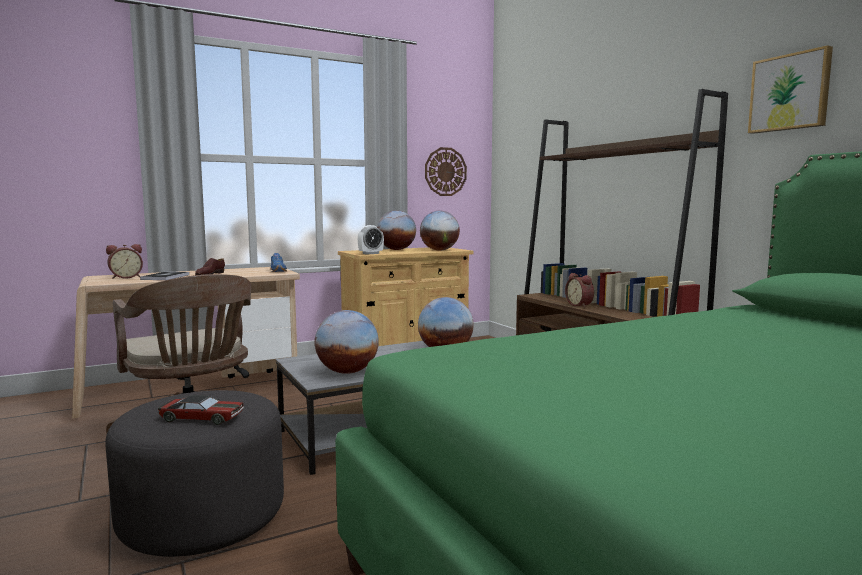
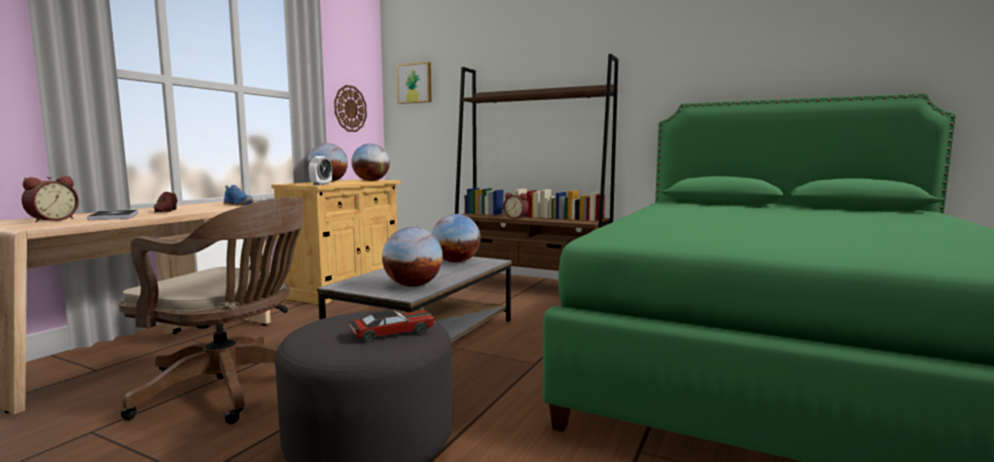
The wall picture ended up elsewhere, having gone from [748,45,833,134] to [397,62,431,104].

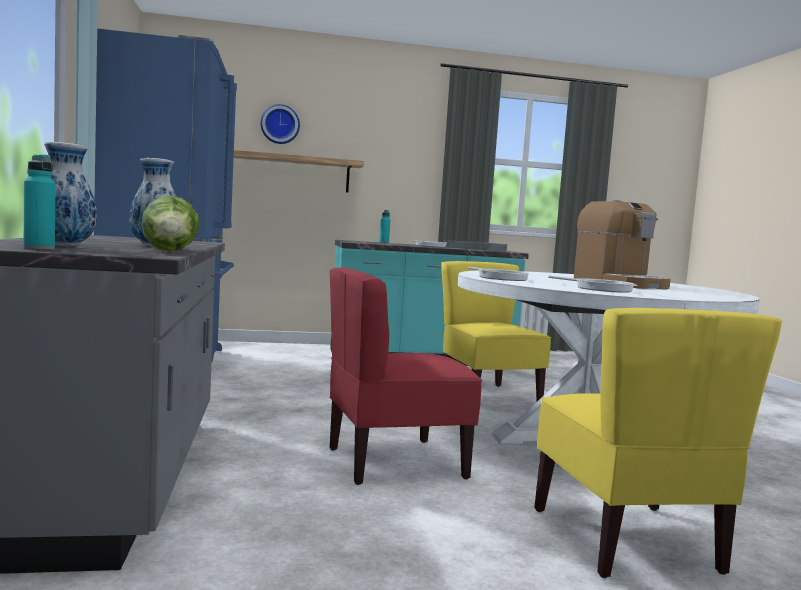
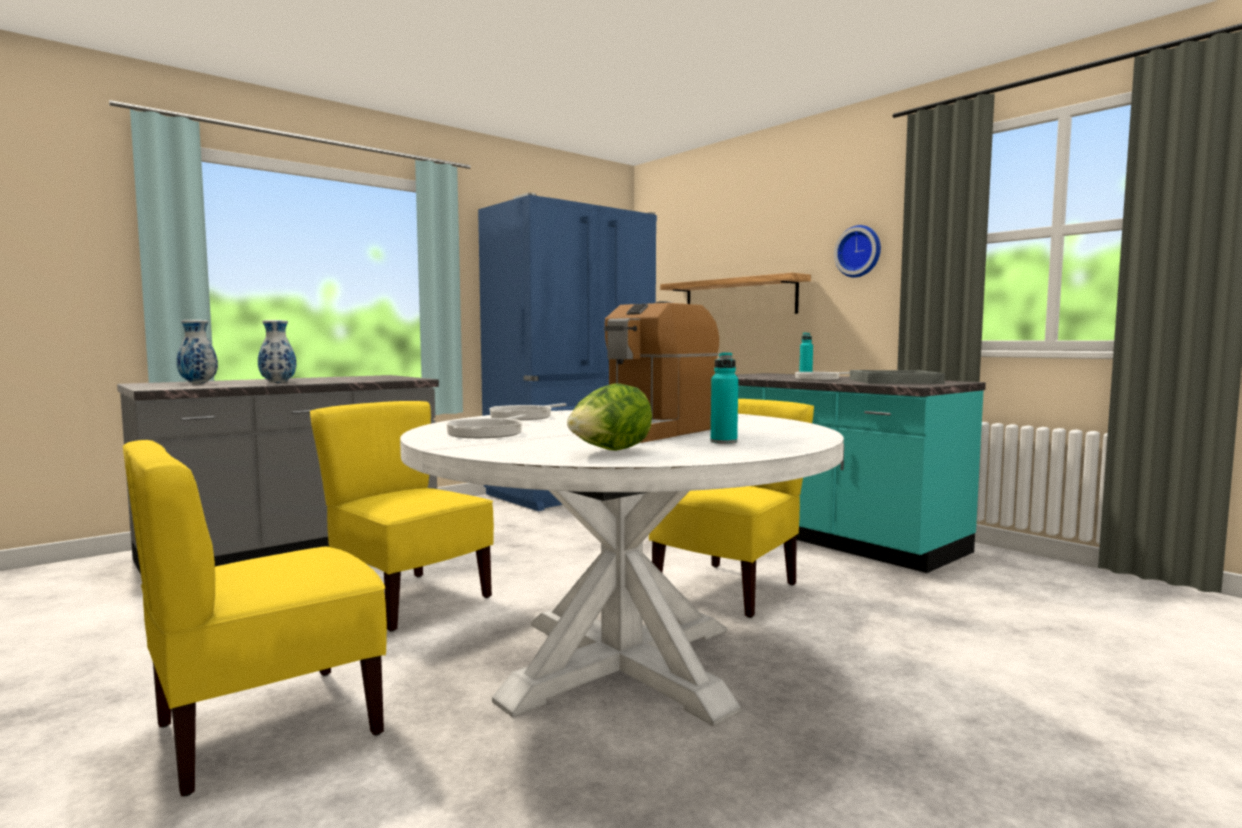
The blue-green drink bottle ended up elsewhere, having gone from [24,155,55,250] to [711,352,738,444].
The head of lettuce ended up elsewhere, having gone from [141,196,199,251] to [567,383,652,451].
The clock on the wall ended up elsewhere, having gone from [260,104,300,144] to [834,225,881,278].
What was the red upright chair at [330,267,482,485] turned into the yellowish upright chair at [310,401,494,632].

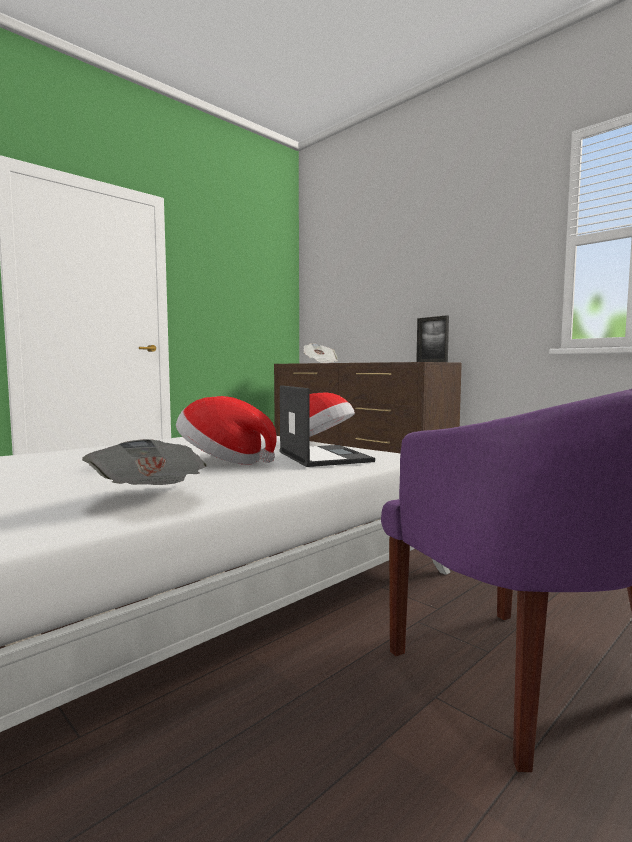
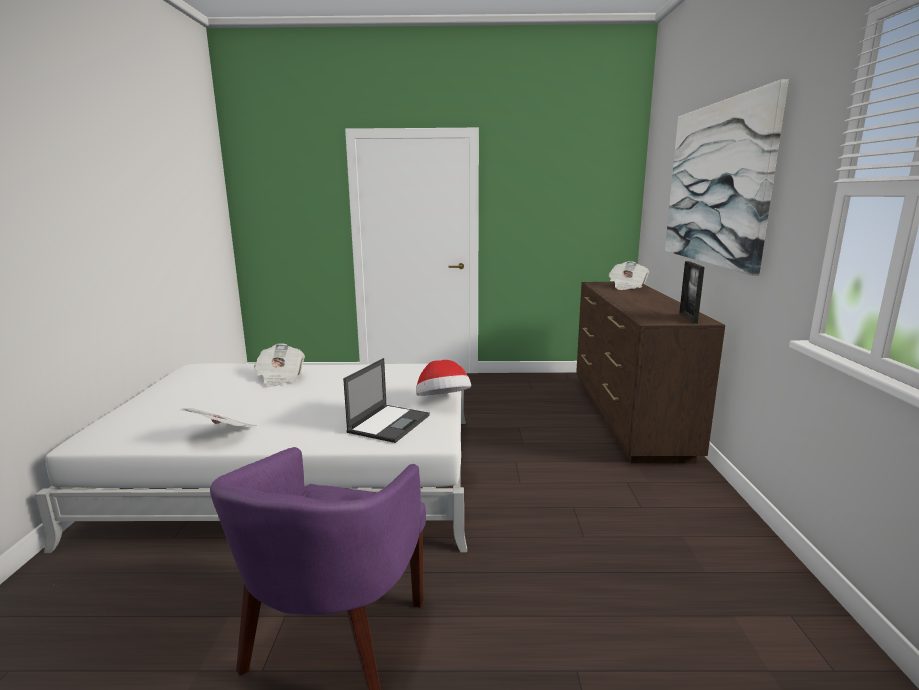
The second view lost the clothing hat at [176,396,277,465].
The second view gained the printed paper at [254,344,305,387].
The second view gained the wall picture at [665,79,789,276].

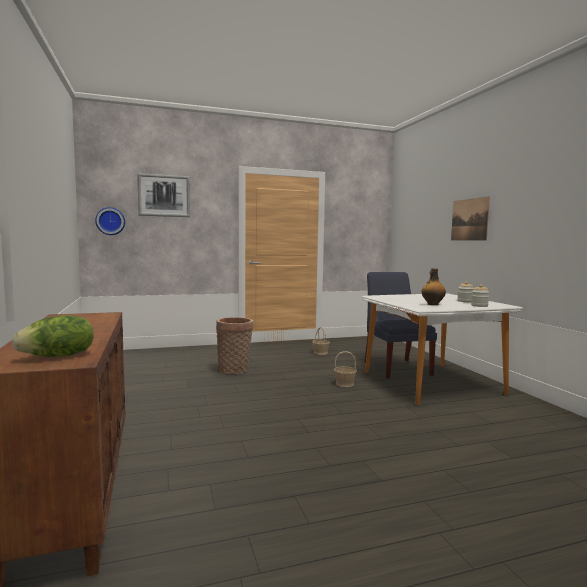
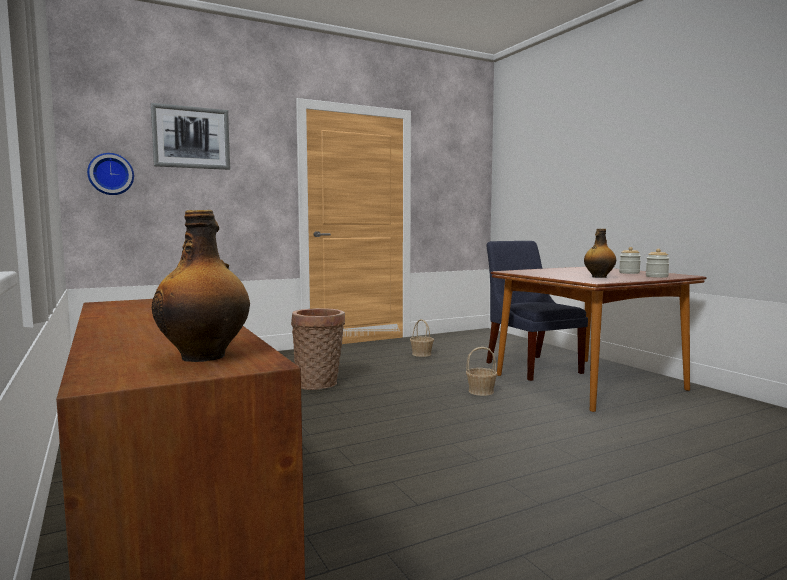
Where the head of lettuce stood at [12,315,94,357], the drink bottle came to stand at [152,210,250,362].
What was the whitish dinner table at [362,294,523,405] turned into the brownish dinner table at [491,267,707,412].
The second view lost the wall picture at [451,196,490,240].

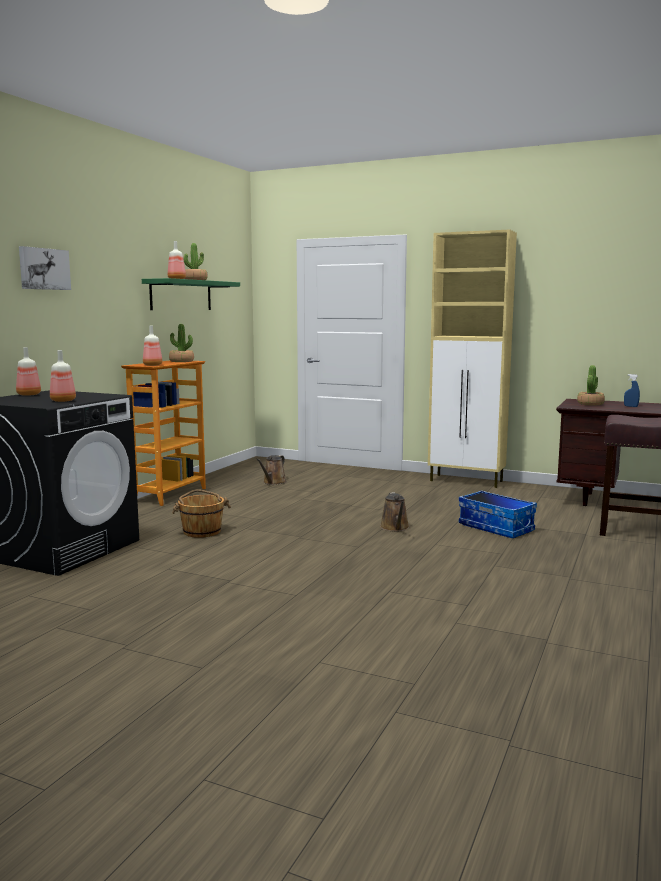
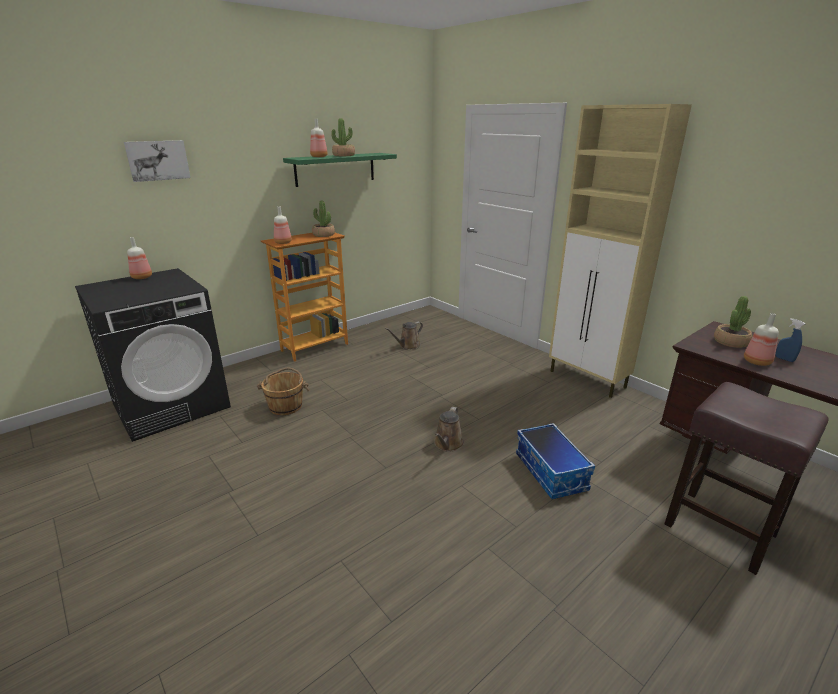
The drink bottle ended up elsewhere, having gone from [50,350,76,402] to [744,313,779,366].

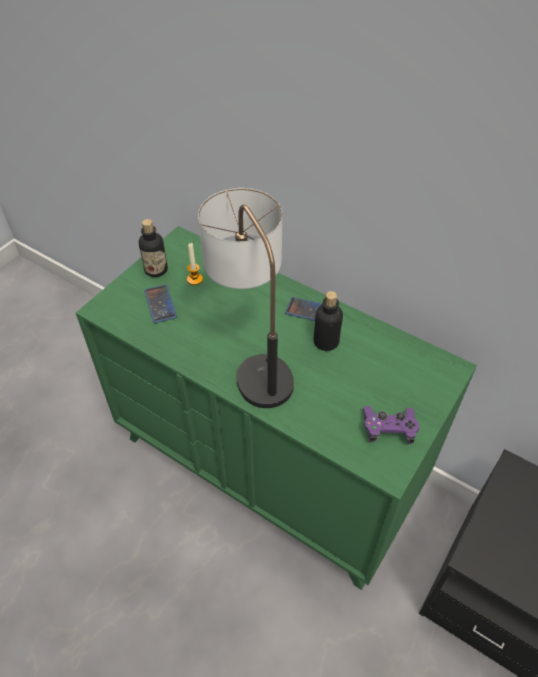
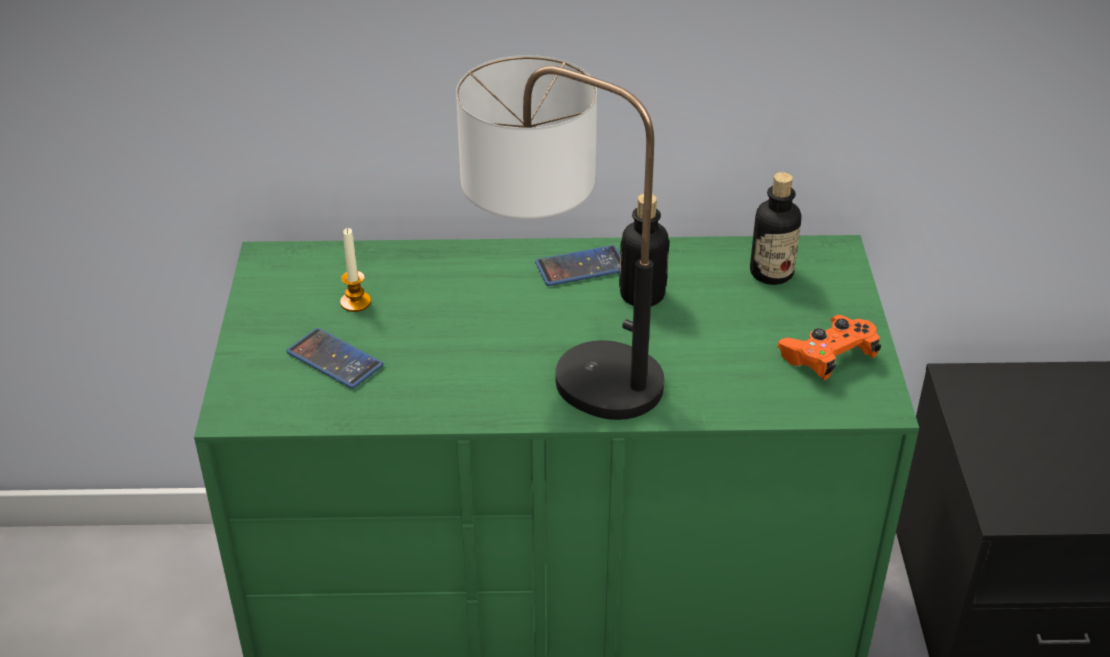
The drink bottle ended up elsewhere, having gone from [139,219,168,277] to [750,172,801,285].
What was the purplish joypad at [363,406,420,444] turned into the orange-coloured joypad at [777,315,881,380].

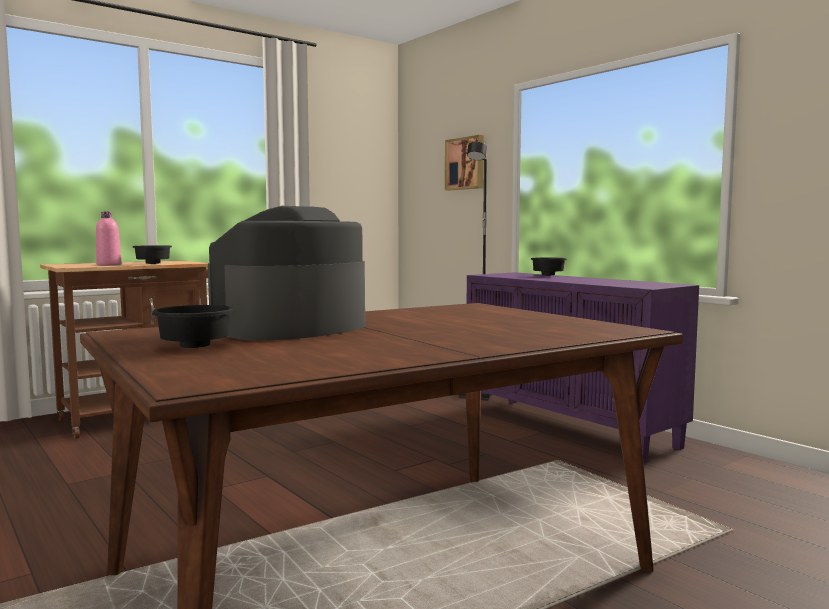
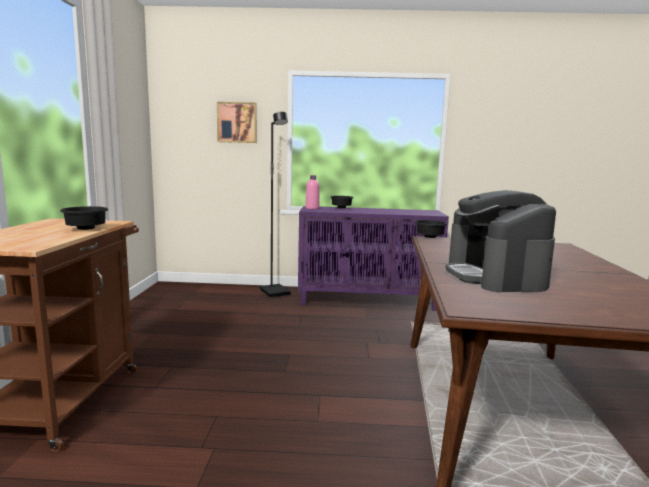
The pink-coloured drink bottle ended up elsewhere, having gone from [96,211,121,266] to [305,175,320,209].
The black-coloured deep dish ended up elsewhere, having gone from [152,305,234,348] to [415,220,448,238].

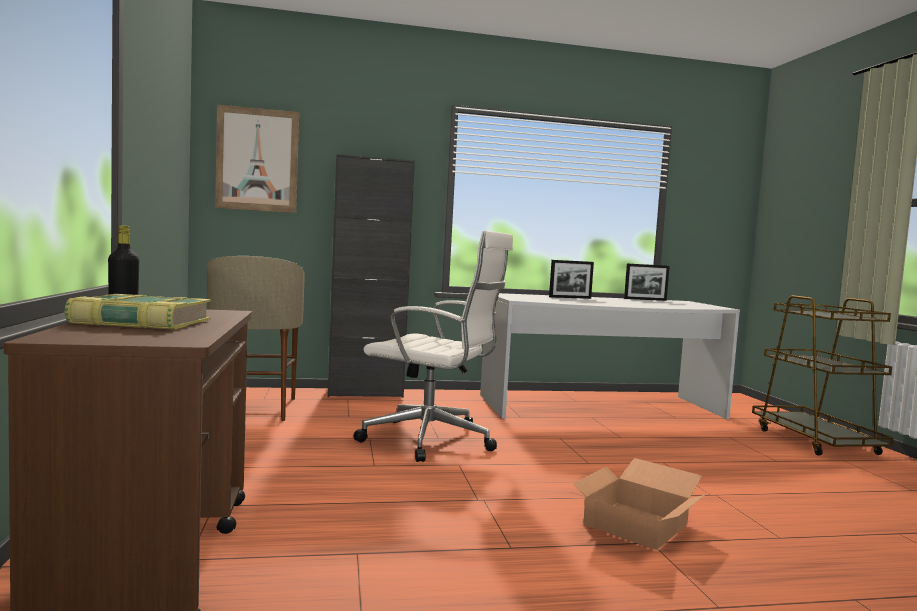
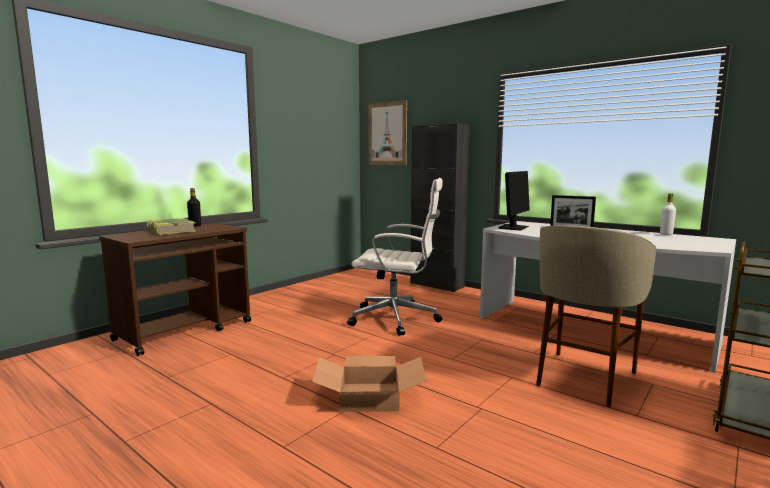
The beige-coloured stool seat ended up elsewhere, having gone from [207,256,305,421] to [536,225,656,407].
The whitish office chair at [353,230,513,462] ended up facing another way, 60 degrees counterclockwise from before.
Where the photo frame stood at [624,264,670,301], the whitish drink bottle came to stand at [660,193,676,235].
The second view gained the monitor at [499,171,530,231].

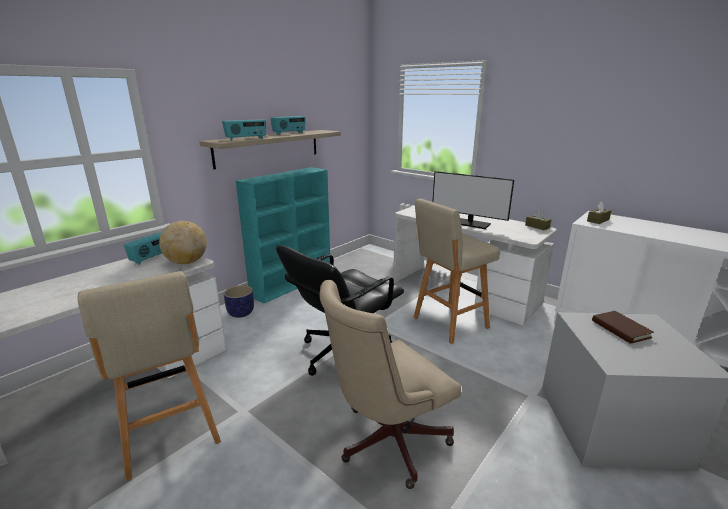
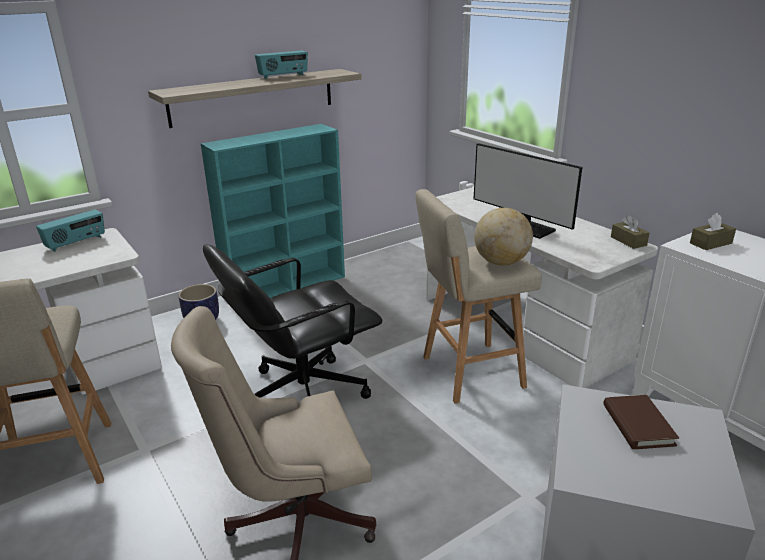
The globe ended up elsewhere, having gone from [159,221,207,264] to [474,208,533,265].
The second view lost the radio receiver at [222,119,266,140].

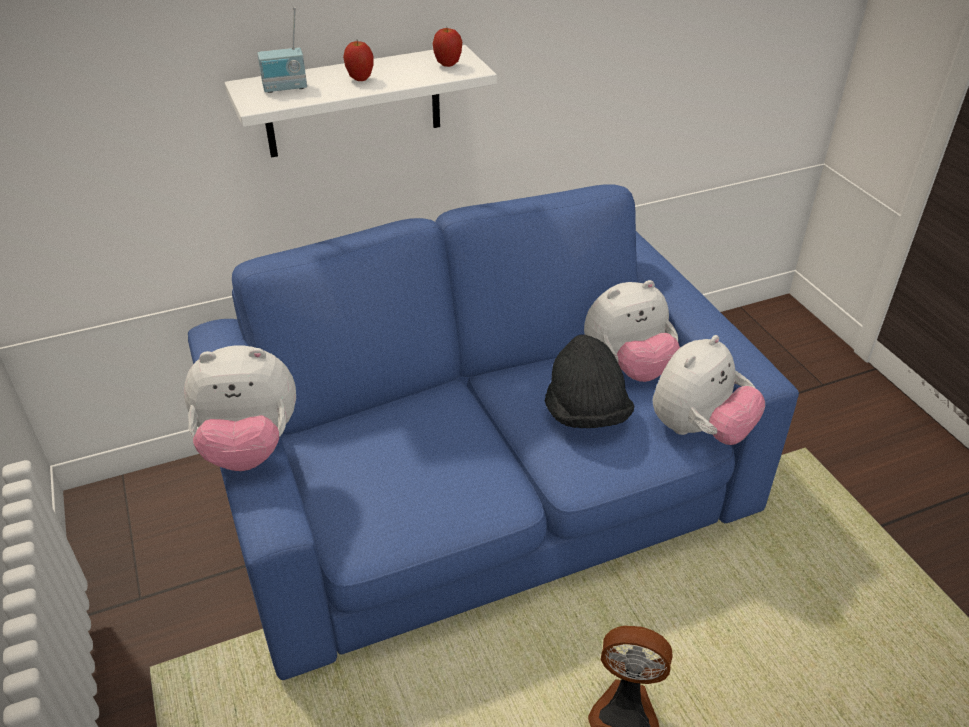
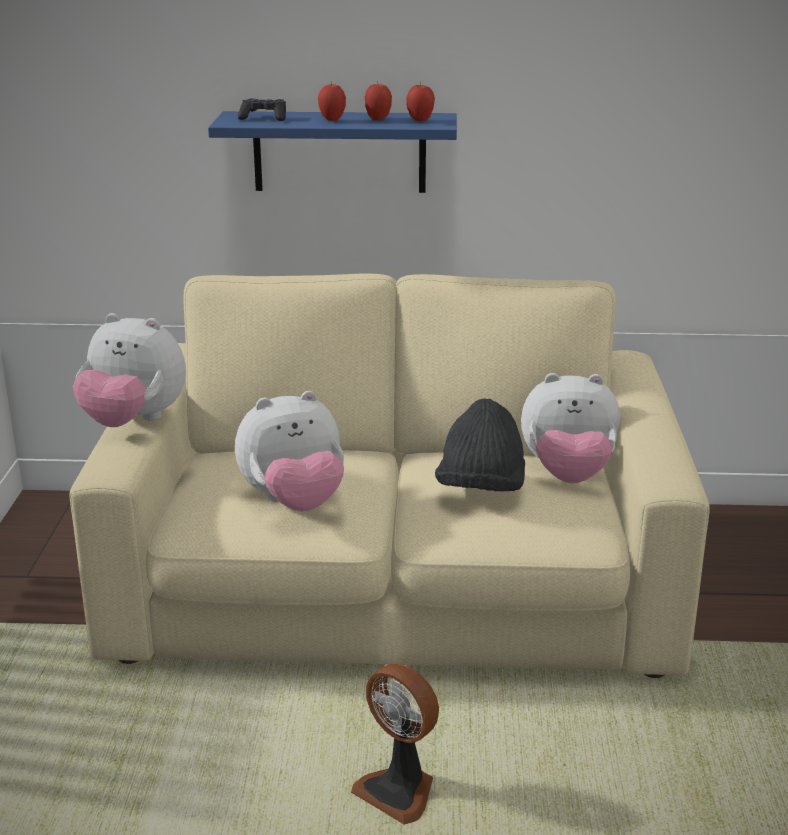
What was the blue-coloured settee at [188,184,799,680] turned into the beige-coloured settee at [69,274,710,678].
What was the whitish wall shelf at [225,45,497,158] turned into the blue-coloured wall shelf at [208,111,457,193].
Where the radio receiver stood at [257,7,307,93], the black-coloured joypad came to stand at [238,99,286,121].
The plush toy ended up elsewhere, having gone from [652,335,765,445] to [235,391,344,511].
The second view gained the whole apple at [365,81,392,120].

